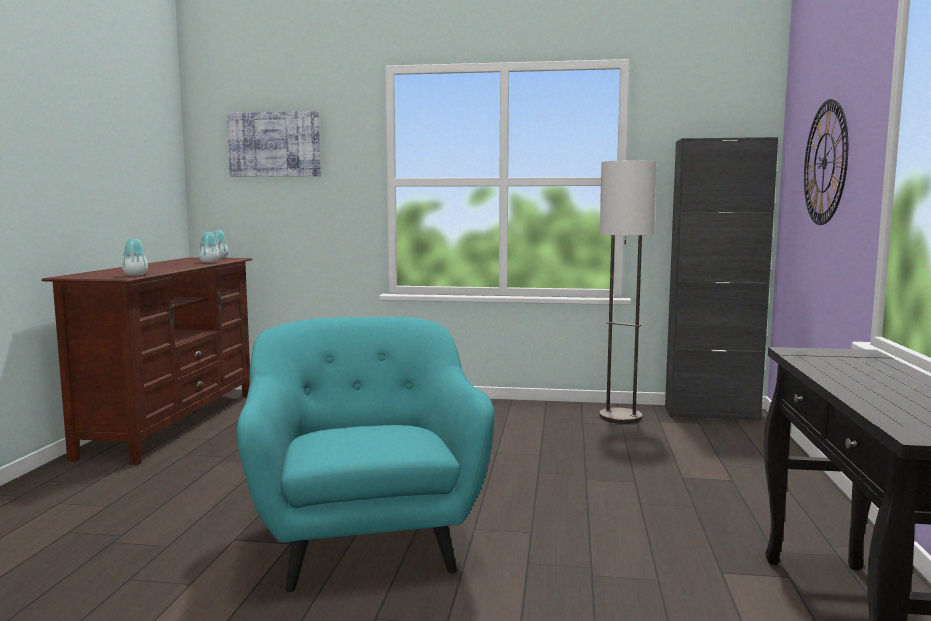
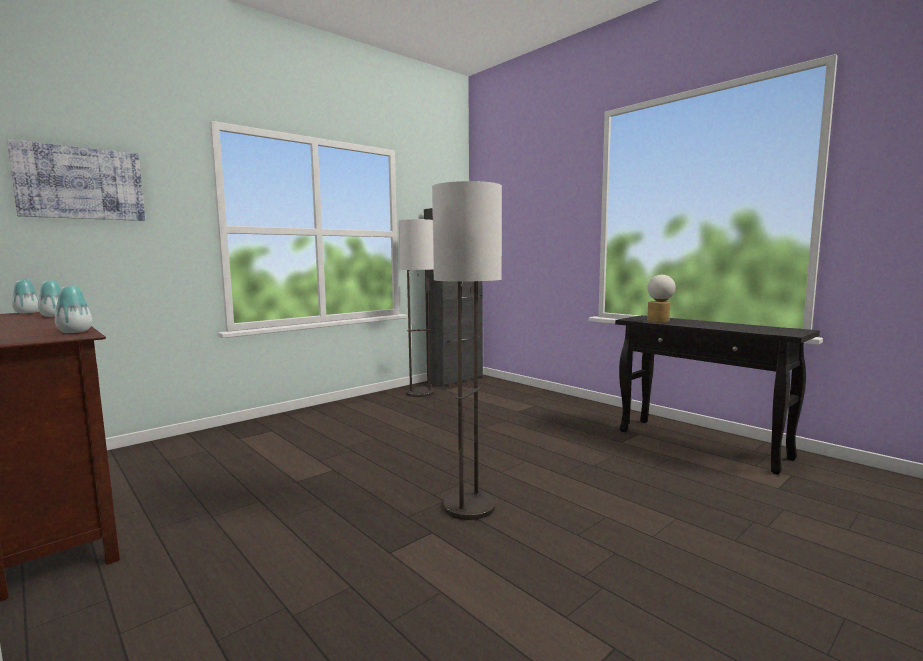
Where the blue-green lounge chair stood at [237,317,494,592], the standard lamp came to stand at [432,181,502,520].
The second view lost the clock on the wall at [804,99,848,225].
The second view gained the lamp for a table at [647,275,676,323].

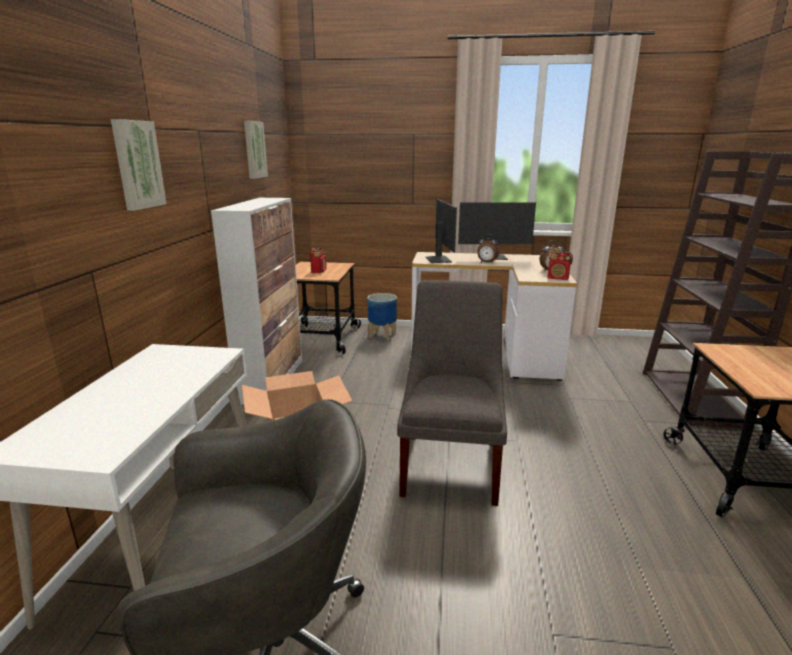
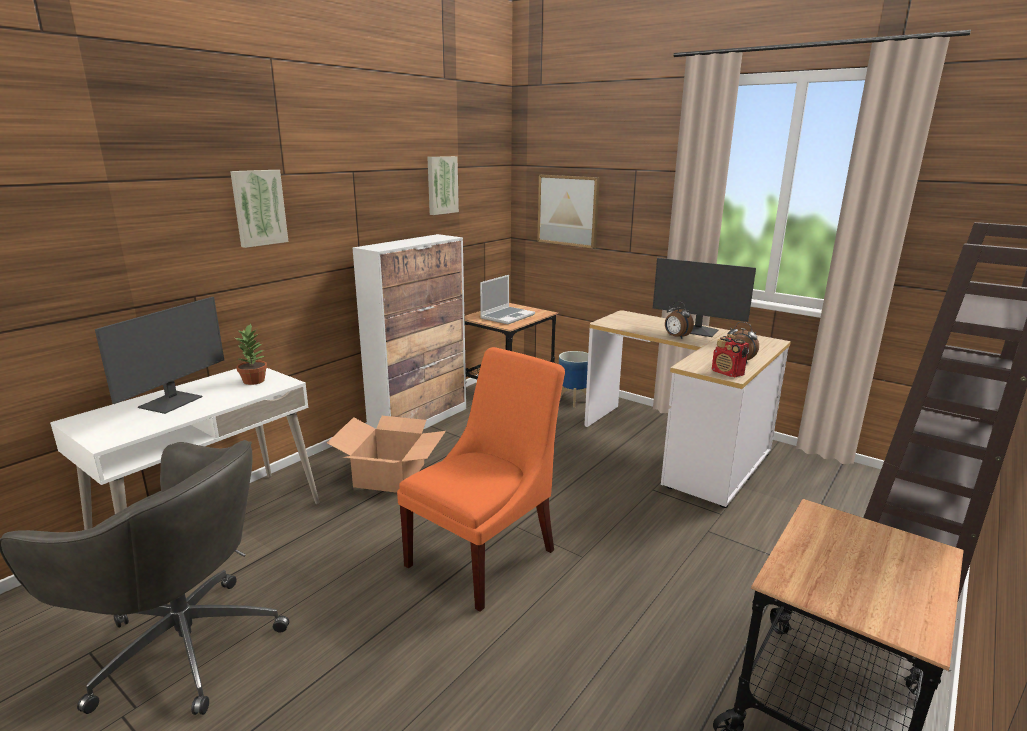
Where the radio receiver stood at [310,248,327,273], the notebook computer came to stand at [480,275,535,324].
What was the grey upright chair at [397,280,507,506] turned into the orange-coloured upright chair at [397,347,565,612].
The monitor ended up elsewhere, having gone from [426,199,457,263] to [95,297,224,414].
The second view gained the houseplant at [235,323,267,385].
The second view gained the wall picture at [537,175,600,249].

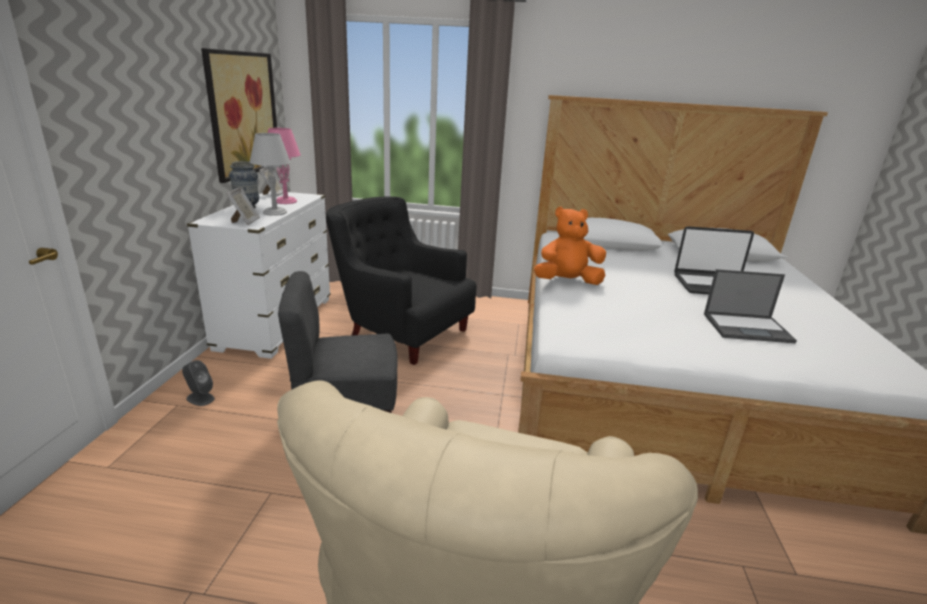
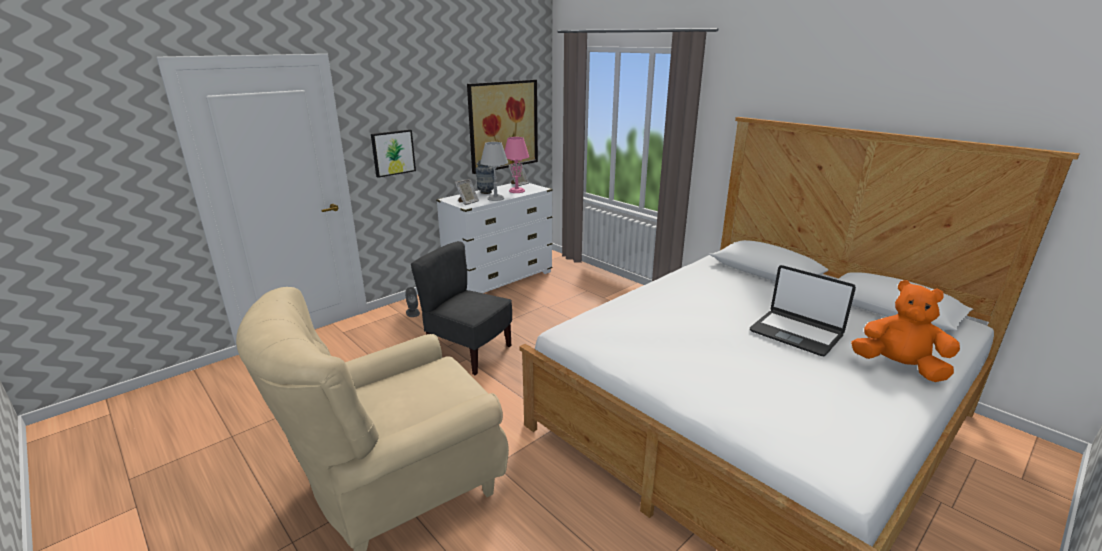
The second view lost the black-coloured lounge chair at [326,196,476,365].
The orange-coloured plush toy ended up elsewhere, having gone from [534,207,606,285] to [851,280,960,382].
The second view lost the notebook computer at [704,269,797,344].
The second view gained the wall picture at [371,129,416,178].

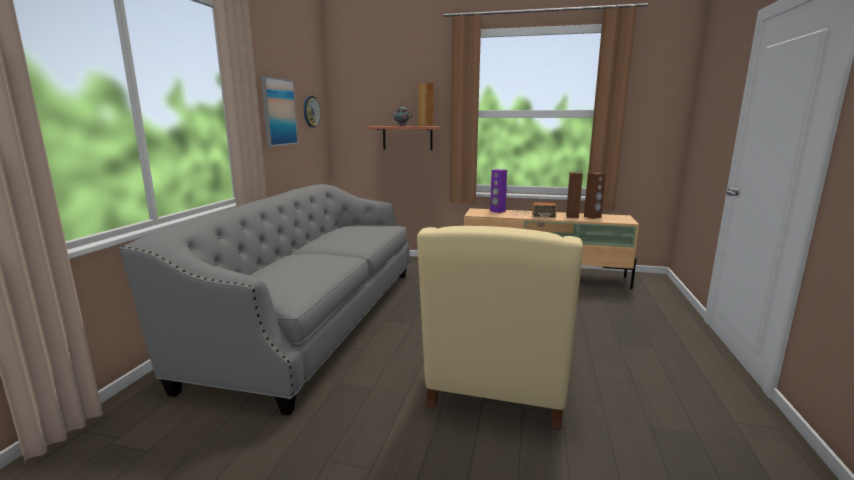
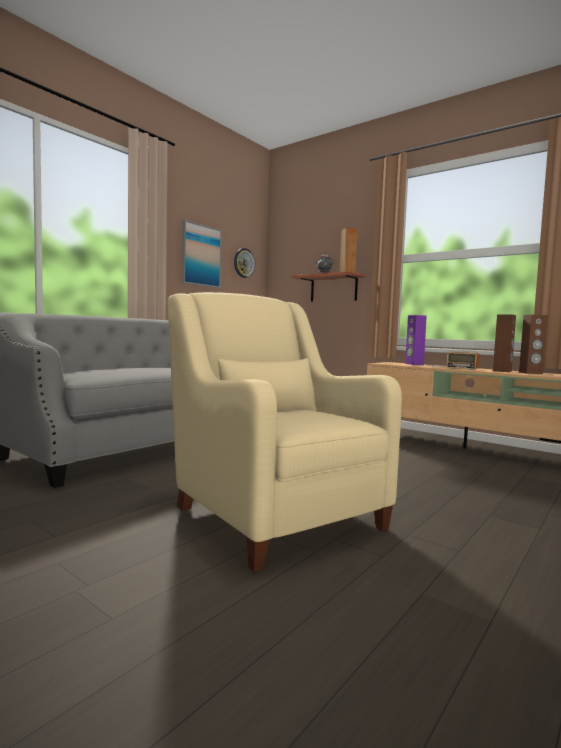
The beige-coloured lounge chair at [417,226,583,430] ended up facing another way, 105 degrees clockwise from before.

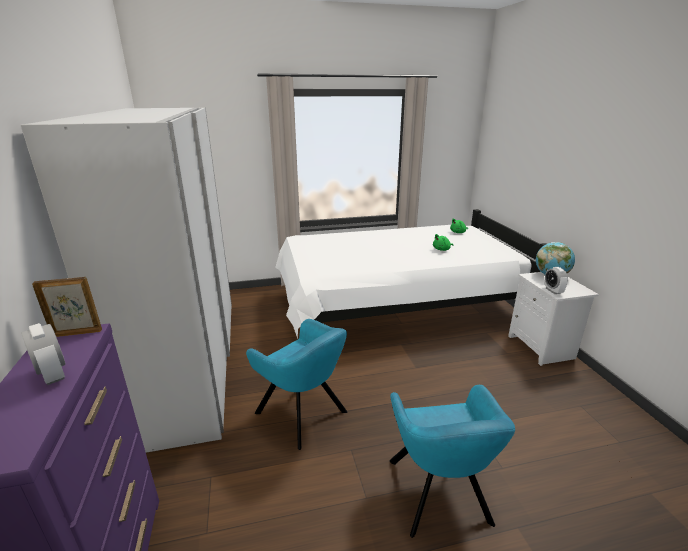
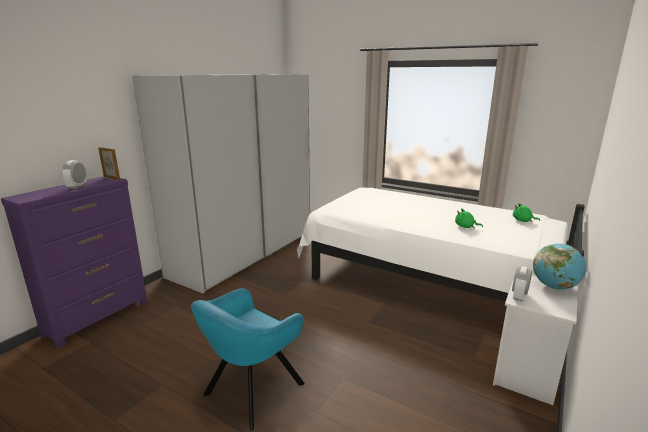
The second view lost the blue-green lounge chair at [246,319,347,450].

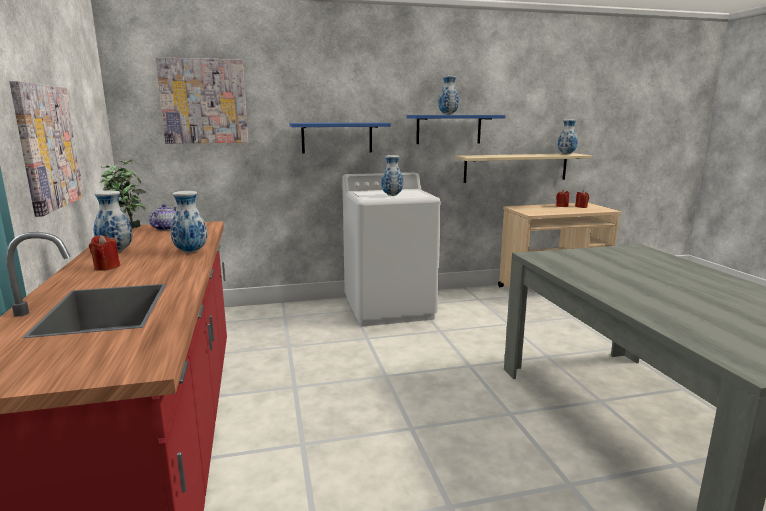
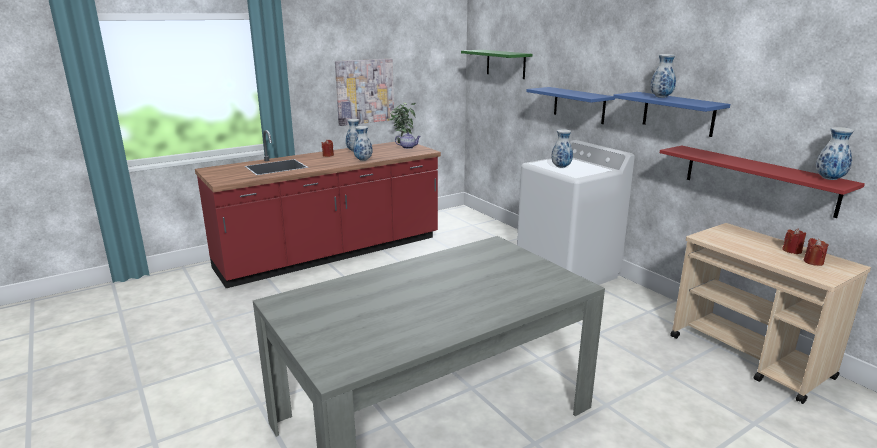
Where the wall picture hung at [156,57,248,144], the greenish wall shelf came to hang at [461,50,532,79].
What was the beige-coloured wall shelf at [455,153,593,183] turned into the red wall shelf at [660,146,865,218].

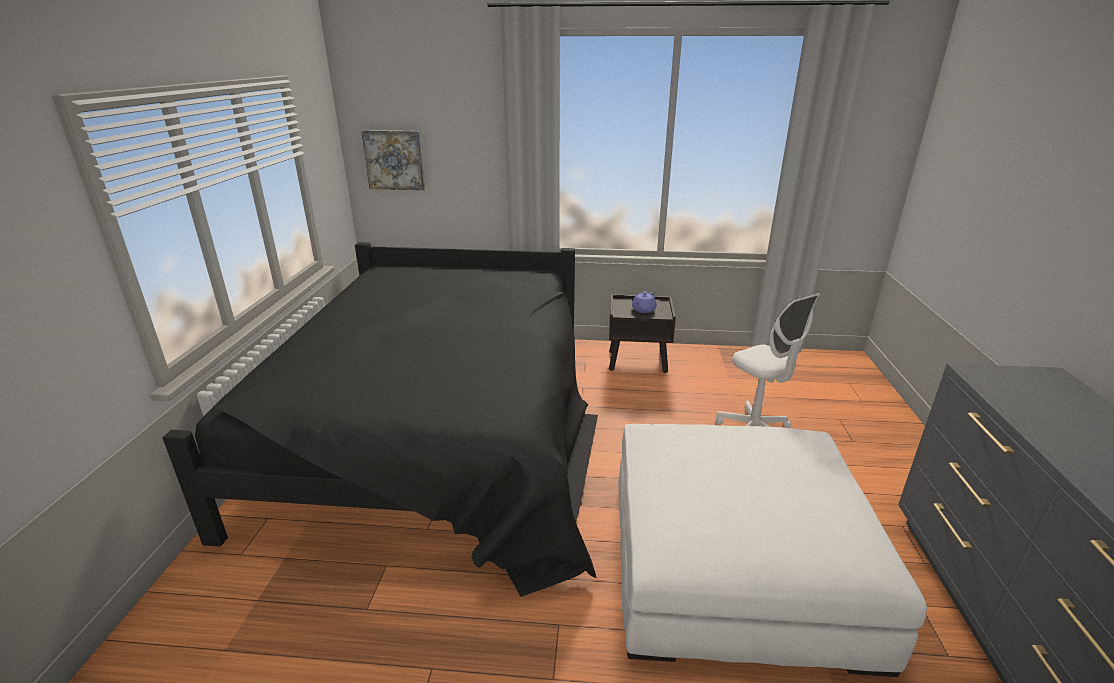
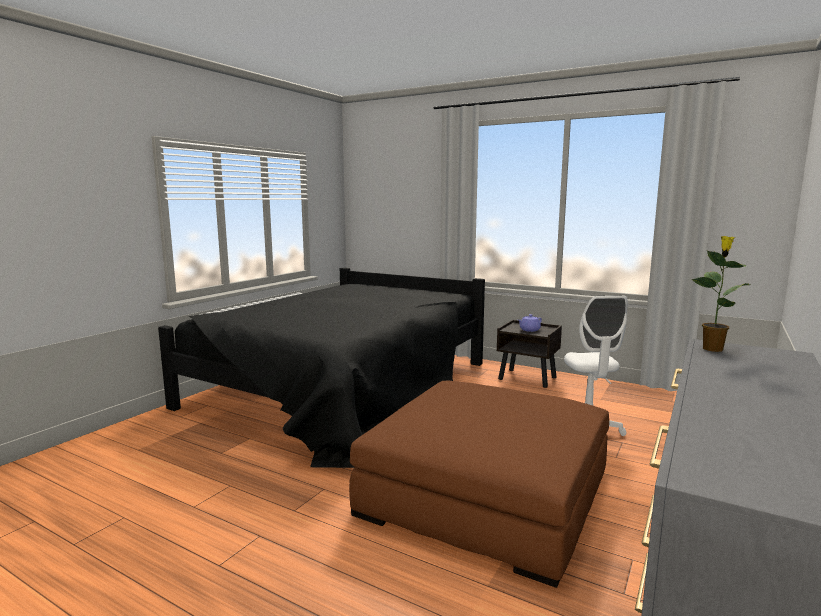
The second view lost the wall picture at [361,130,425,190].
What was the whitish footrest at [619,424,927,677] turned into the brownish footrest at [349,380,609,588].
The second view gained the houseplant at [690,236,749,352].

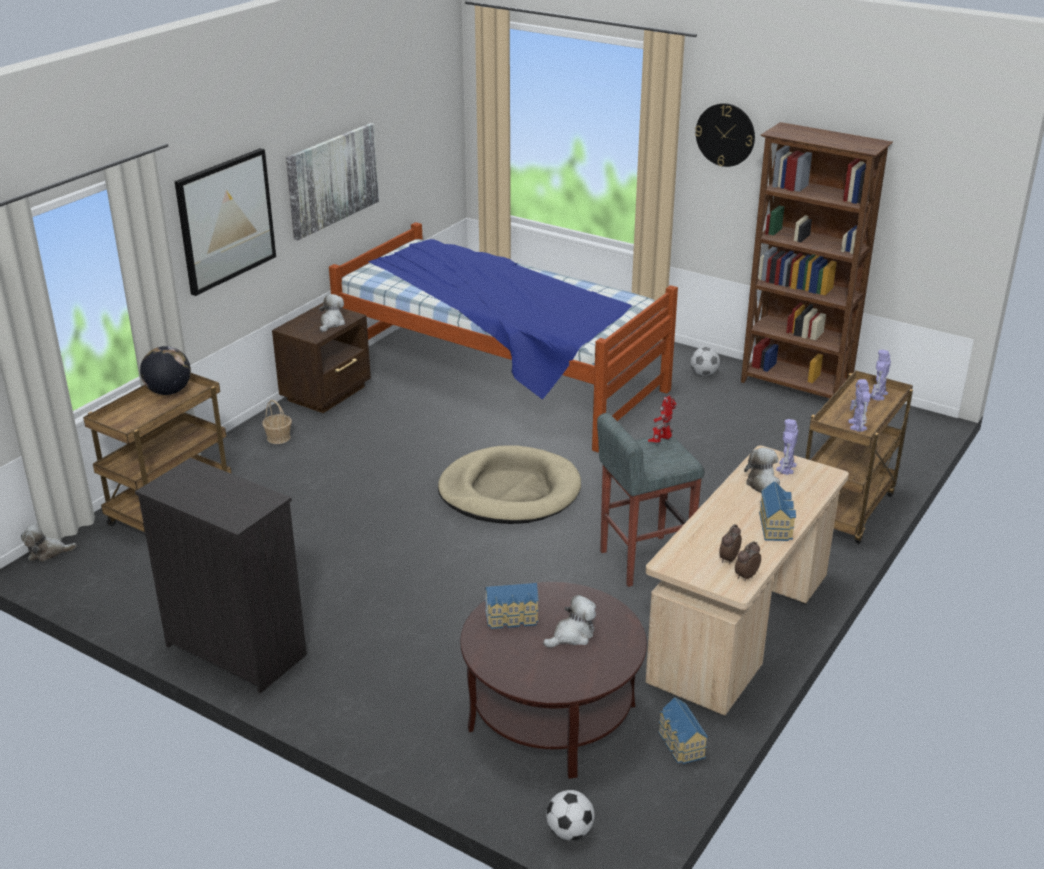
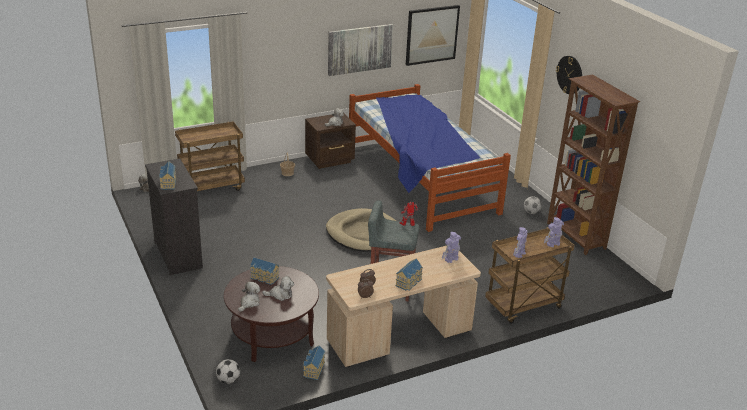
The second view lost the globe at [140,346,191,395].
The wall picture ended up elsewhere, having gone from [175,148,276,296] to [406,5,460,66].
The plush toy ended up elsewhere, having gone from [744,448,780,492] to [238,281,260,312].
The second view gained the toy house at [159,161,176,190].

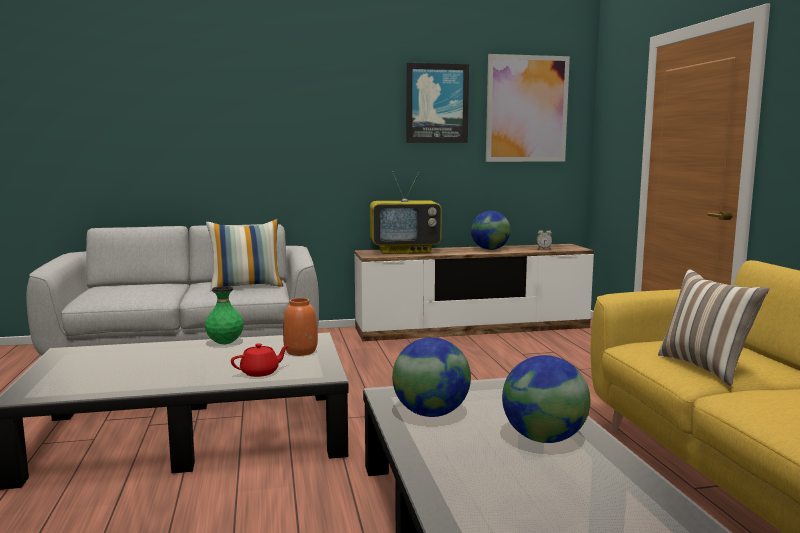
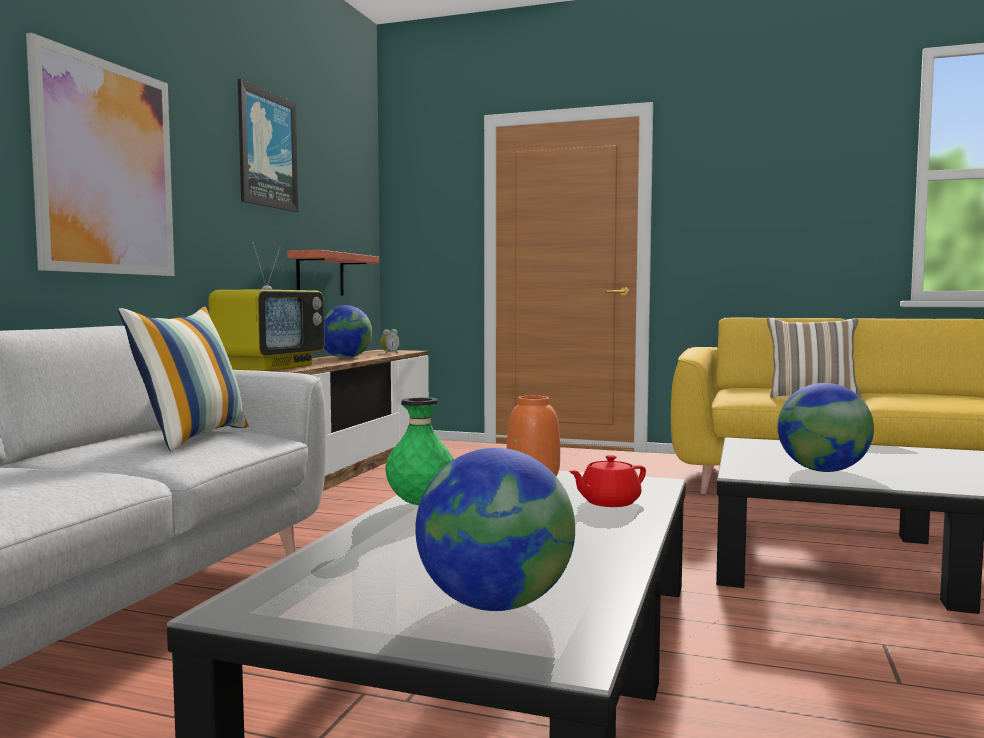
The red tea pot at [231,343,290,377] ended up facing another way, 120 degrees counterclockwise from before.
The wall picture ended up elsewhere, having gone from [486,54,570,162] to [26,33,175,276].
The globe ended up elsewhere, having gone from [502,355,590,443] to [415,448,575,611].
The second view gained the wall shelf at [287,250,379,295].

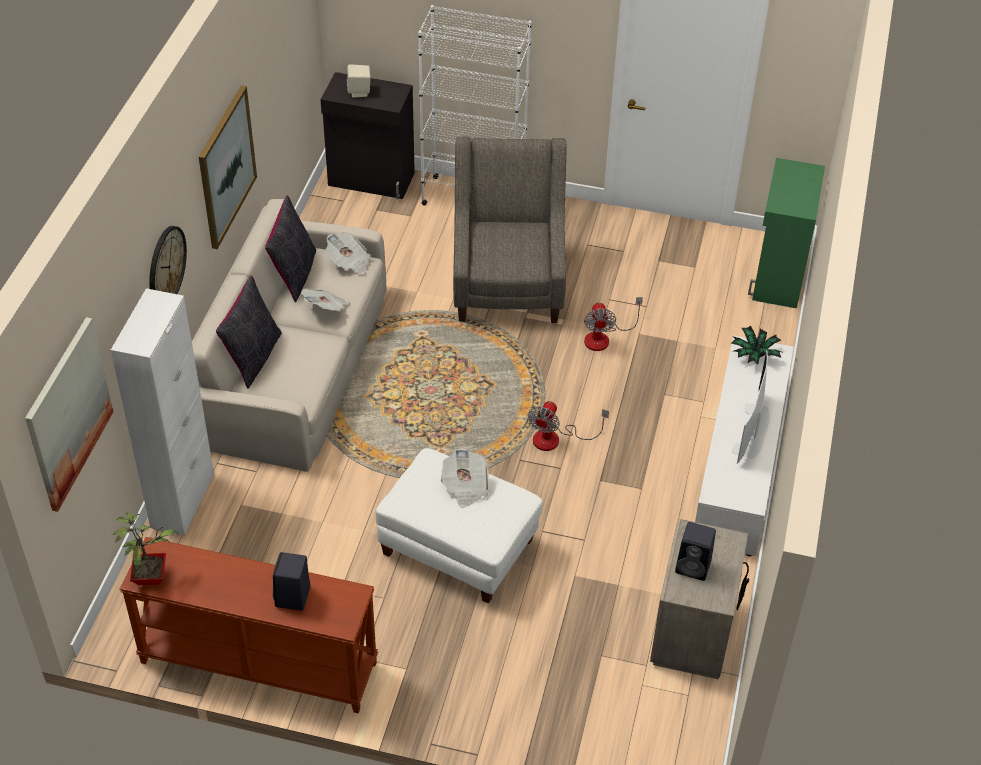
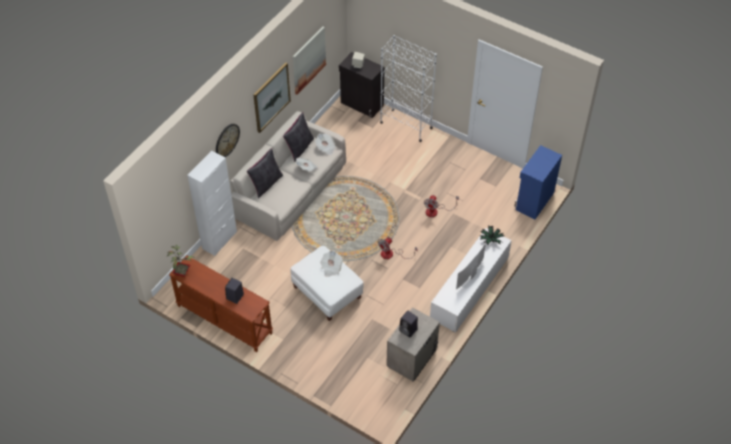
The wall picture ended up elsewhere, having gone from [25,317,113,512] to [293,26,326,95].
The second view lost the grey lounge chair at [453,137,567,323].
What was the greenish storage cabinet at [748,158,825,308] turned into the blue-coloured storage cabinet at [514,145,562,219].

